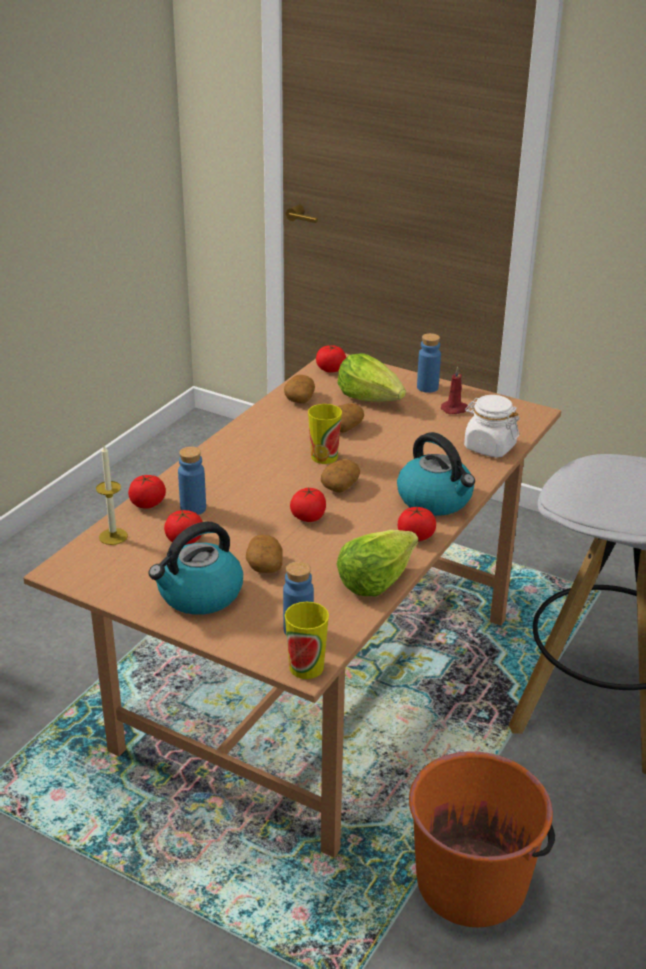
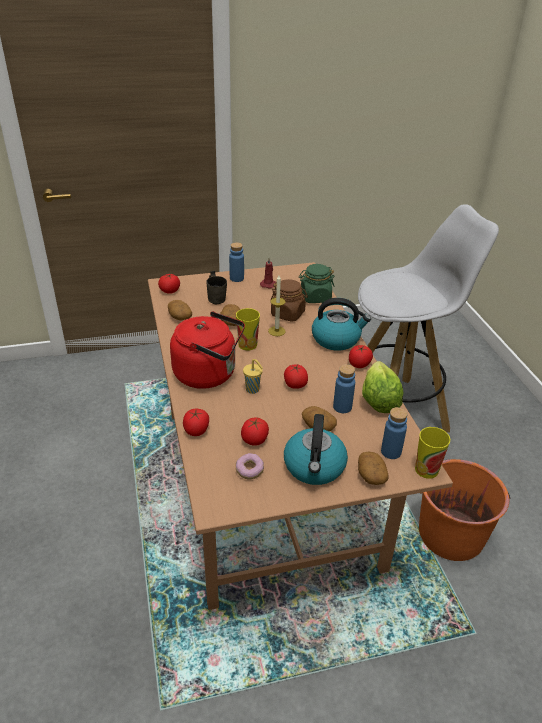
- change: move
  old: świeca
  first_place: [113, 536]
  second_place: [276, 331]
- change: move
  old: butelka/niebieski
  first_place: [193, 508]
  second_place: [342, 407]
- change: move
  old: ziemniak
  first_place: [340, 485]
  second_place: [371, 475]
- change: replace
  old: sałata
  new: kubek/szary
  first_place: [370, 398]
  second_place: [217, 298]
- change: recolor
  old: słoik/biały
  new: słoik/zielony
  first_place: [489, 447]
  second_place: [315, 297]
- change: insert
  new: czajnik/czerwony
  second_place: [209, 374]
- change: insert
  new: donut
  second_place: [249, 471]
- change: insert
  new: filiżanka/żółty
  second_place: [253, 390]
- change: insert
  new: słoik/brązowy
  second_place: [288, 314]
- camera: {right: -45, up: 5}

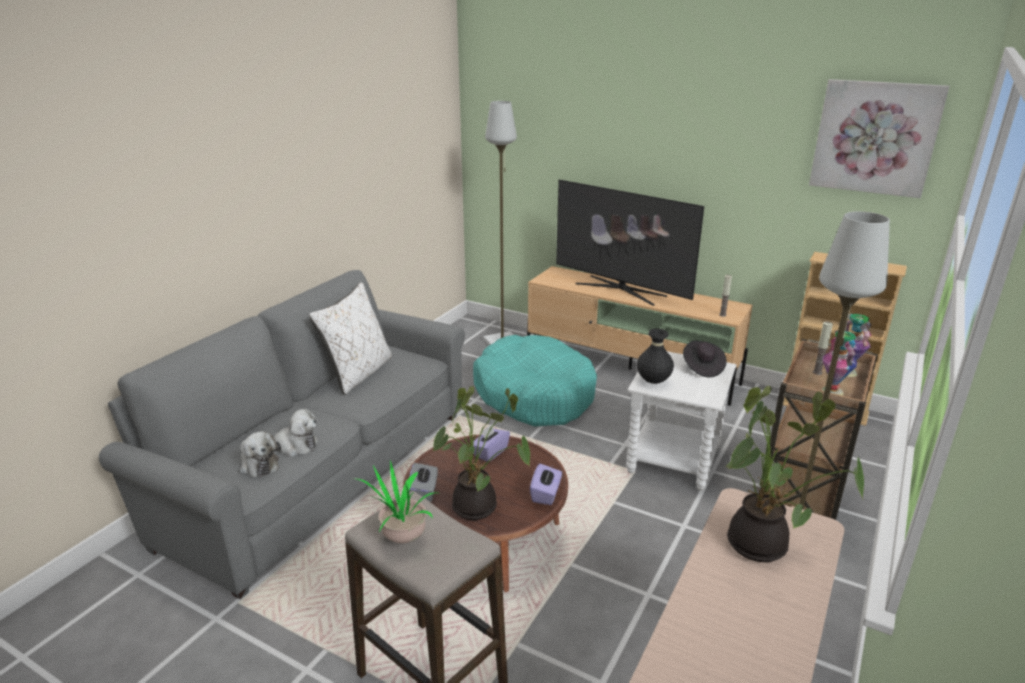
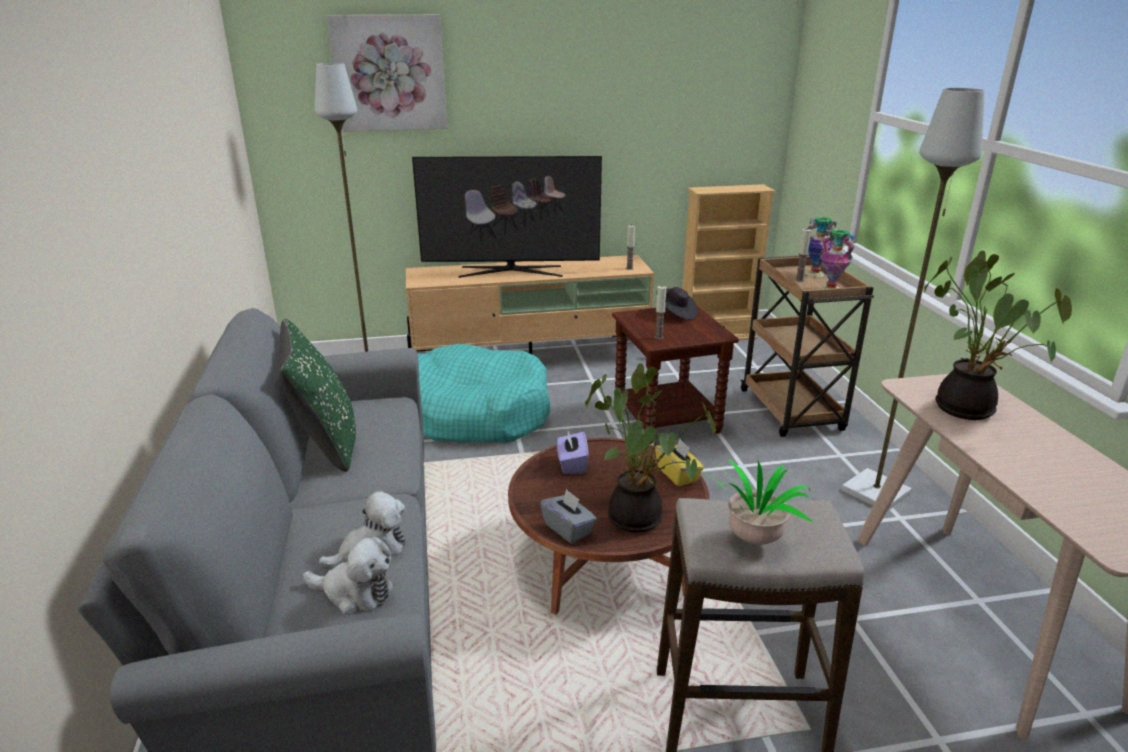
- change: recolor
  old: poduszka/biały
  new: poduszka/zielony
  first_place: [359, 373]
  second_place: [326, 444]
- change: recolor
  old: pudełko chusteczek/fioletowy
  new: pudełko chusteczek/żółty
  first_place: [546, 494]
  second_place: [678, 474]
- change: recolor
  old: stolik/biały
  new: stolik/brązowy
  first_place: [674, 460]
  second_place: [667, 418]
- change: replace
  old: wazon/czarny
  new: świeca
  first_place: [653, 381]
  second_place: [658, 337]
- change: move
  old: obraz
  first_place: [875, 137]
  second_place: [389, 73]
- camera: {right: -40, up: 0}

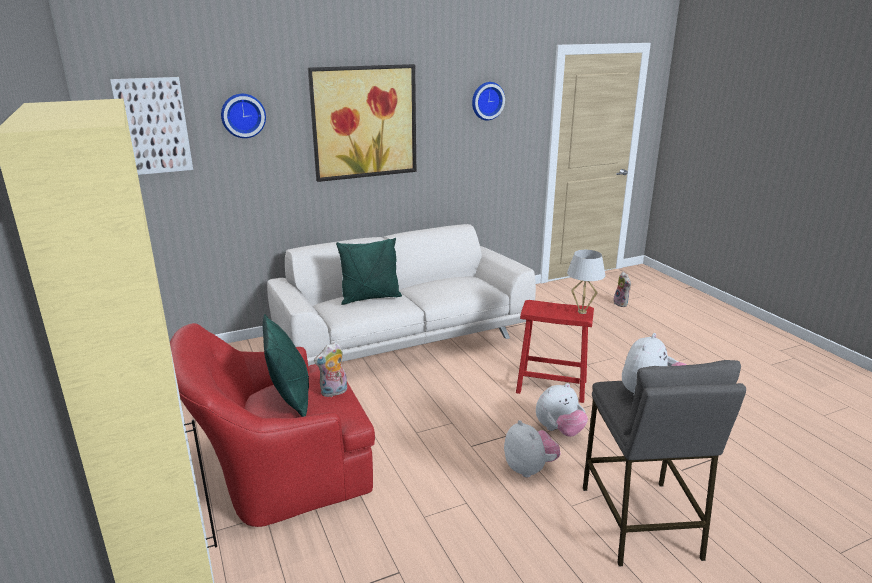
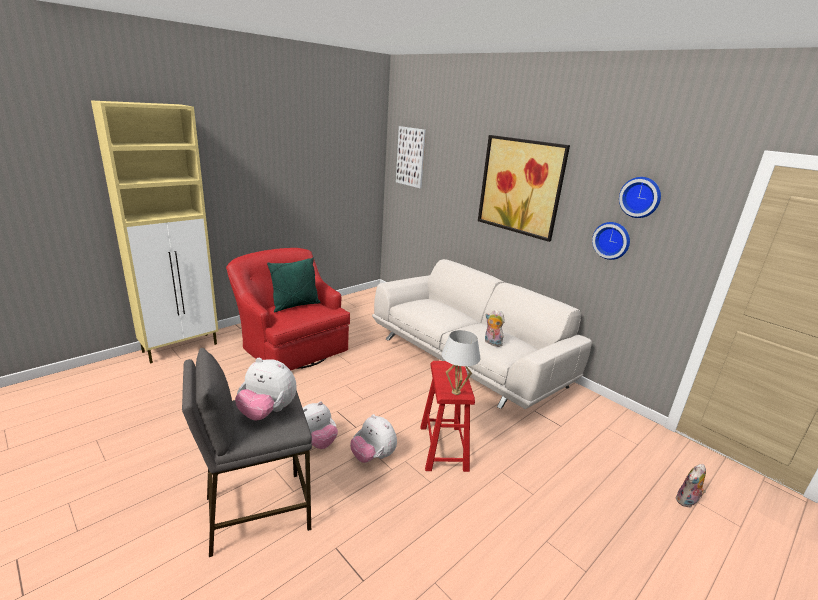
- change: move
  old: zegar ścienny
  first_place: [243, 115]
  second_place: [612, 240]
- change: move
  old: pluszak
  first_place: [334, 392]
  second_place: [492, 343]
- change: delete
  old: poduszka/zielony
  first_place: [370, 298]
- camera: {right: 70, up: 0}

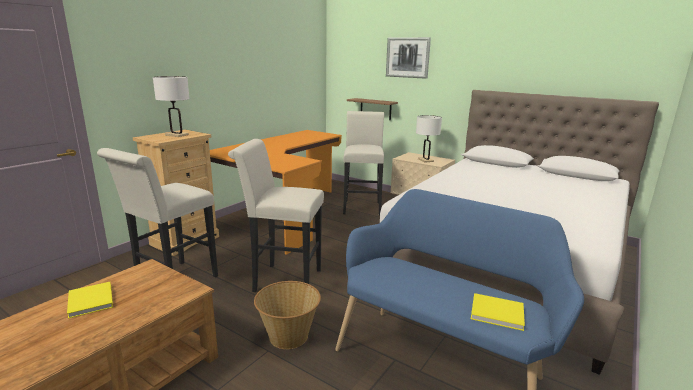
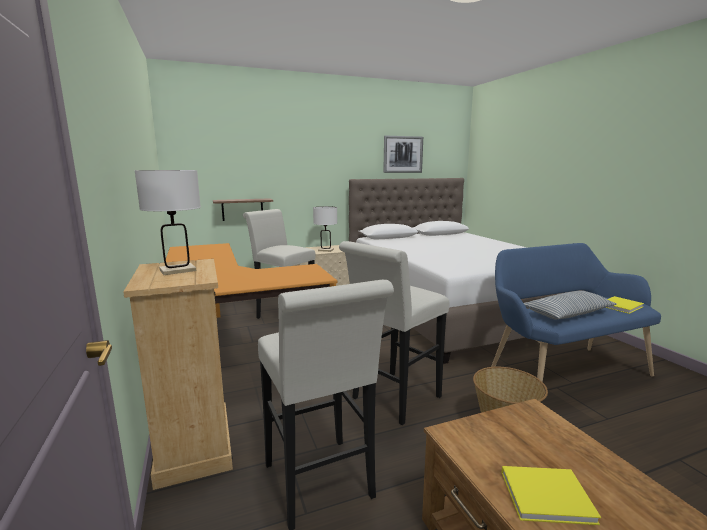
- change: move
  old: obraz
  first_place: [407, 57]
  second_place: [403, 154]
- change: insert
  new: poduszka
  second_place: [567, 313]
- camera: {right: -55, up: -5}

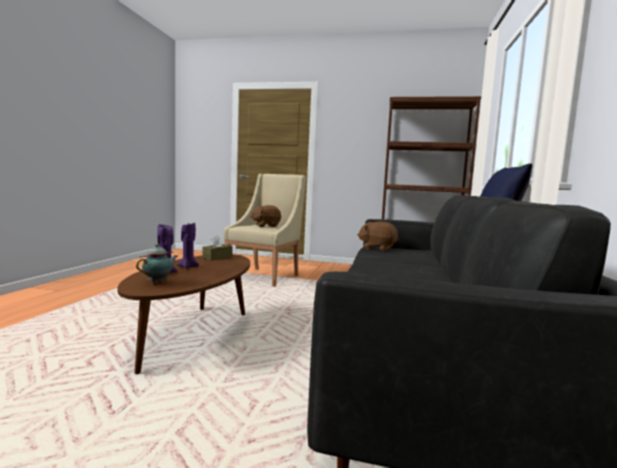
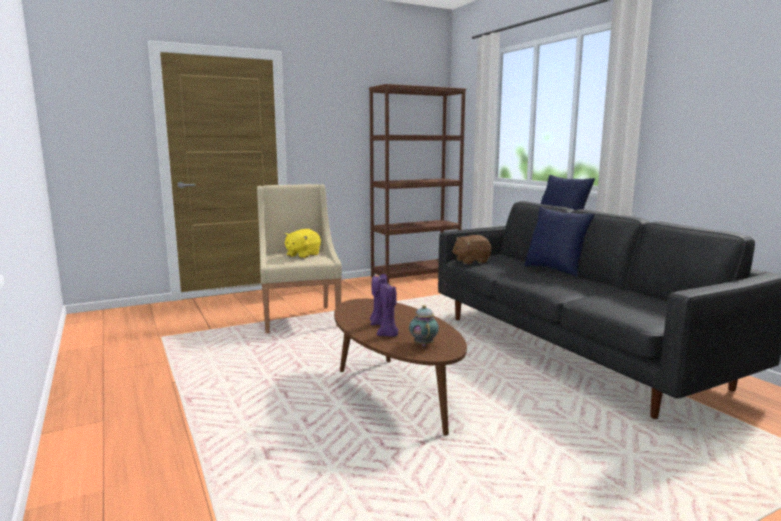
- change: delete
  old: pudełko chusteczek/brązowy
  first_place: [217, 257]
- change: recolor
  old: pluszak/brązowy
  new: pluszak/żółty
  first_place: [266, 226]
  second_place: [302, 255]
- change: insert
  new: poduszka/niebieski
  second_place: [555, 270]
- camera: {right: -40, up: 5}

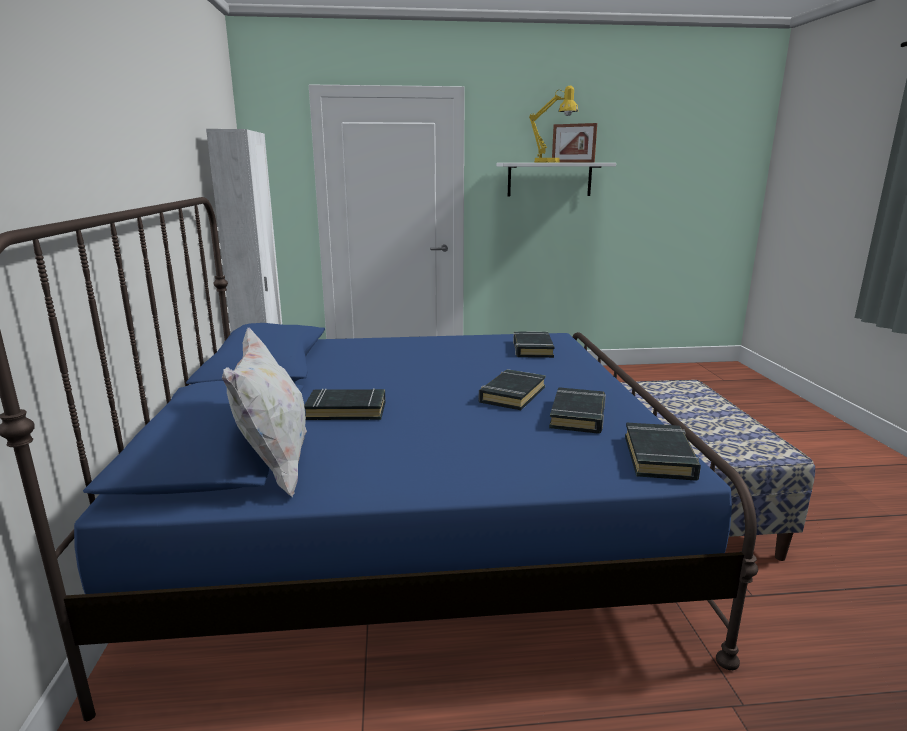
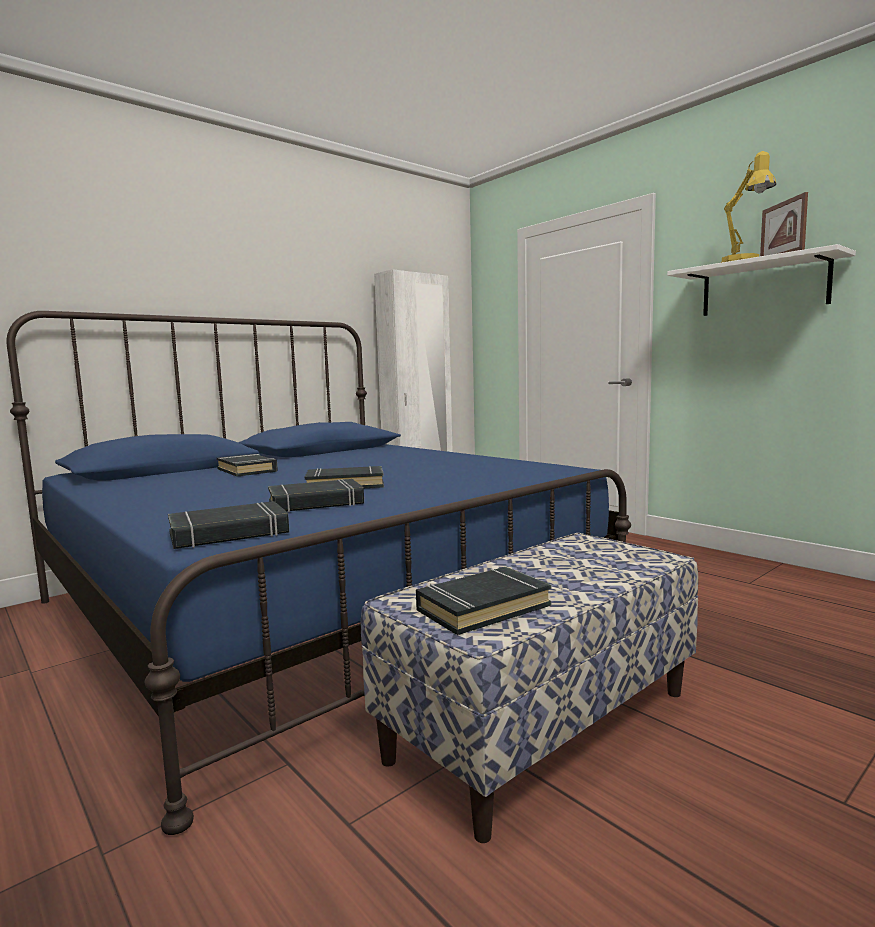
- change: delete
  old: poduszka/biały
  first_place: [275, 467]
- change: move
  old: książka/czarny
  first_place: [532, 349]
  second_place: [482, 607]
- camera: {right: 55, up: -10}

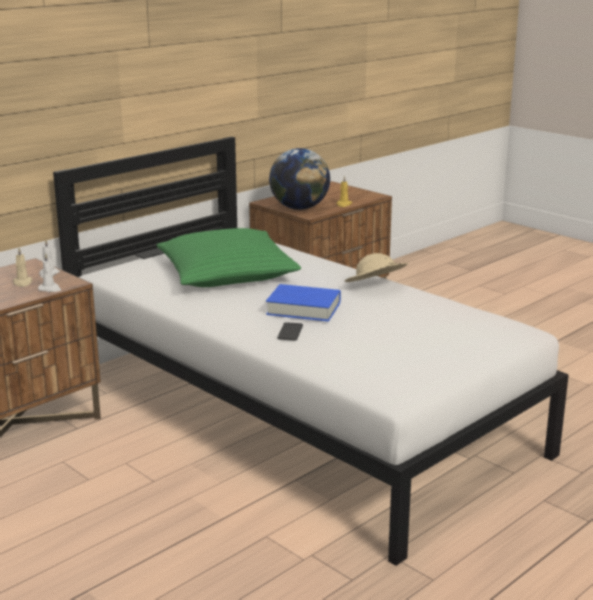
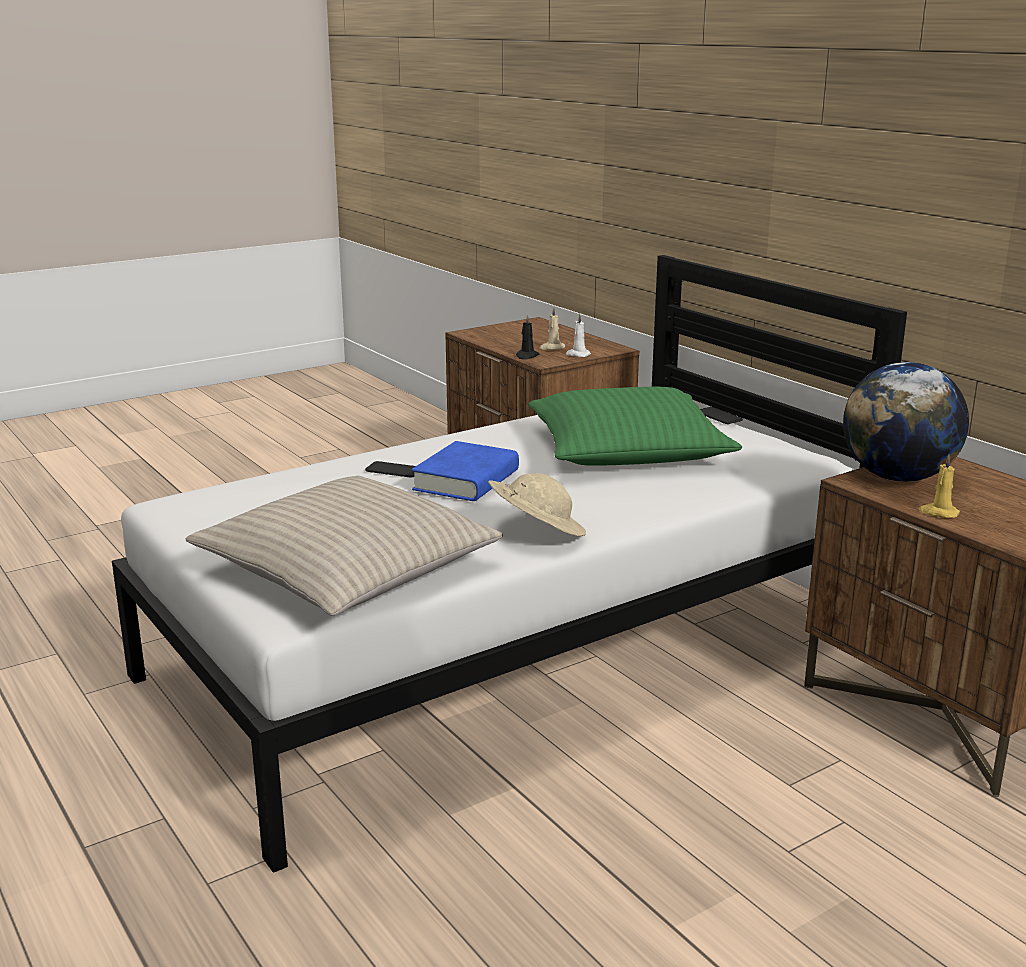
- change: recolor
  old: świeca/biały
  new: świeca/czarny
  first_place: [50, 289]
  second_place: [526, 356]
- change: insert
  new: poduszka/beżowy
  second_place: [348, 569]
- camera: {right: 100, up: 0}

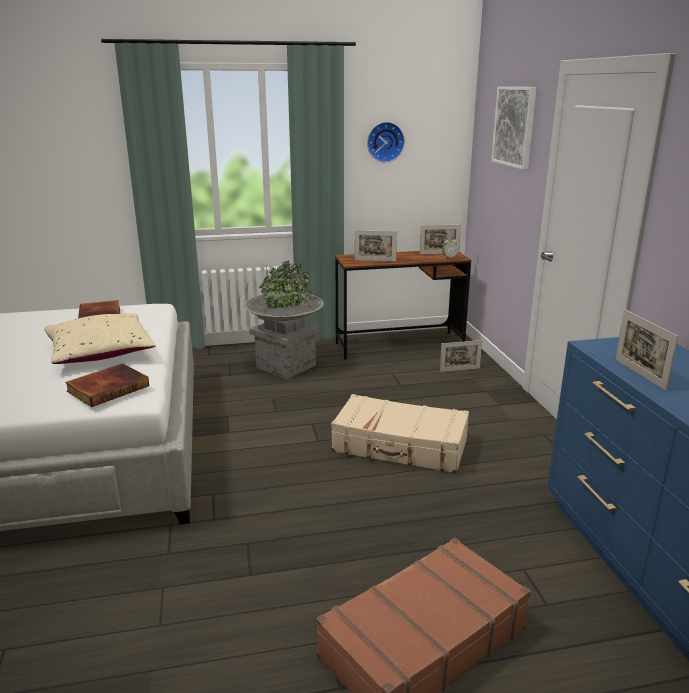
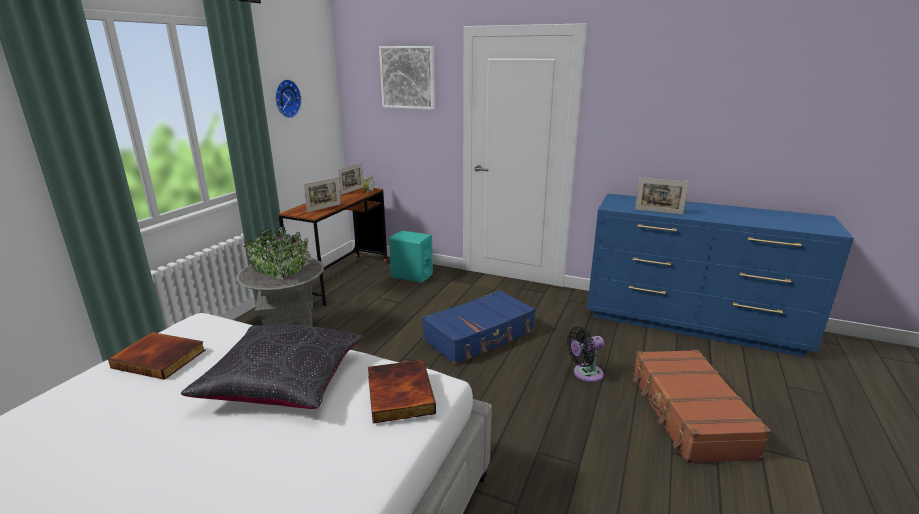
- change: recolor
  old: poduszka/beżowy
  new: poduszka/czarny
  first_place: [100, 353]
  second_place: [283, 381]
- change: recolor
  old: walizka/beżowy
  new: walizka/niebieski
  first_place: [400, 446]
  second_place: [480, 336]
- change: replace
  old: ramka na zdjęcie
  new: głośnik/turkusowy
  first_place: [460, 370]
  second_place: [411, 275]
- change: insert
  new: wentylator/czarny
  second_place: [585, 374]
- camera: {right: -55, up: 0}

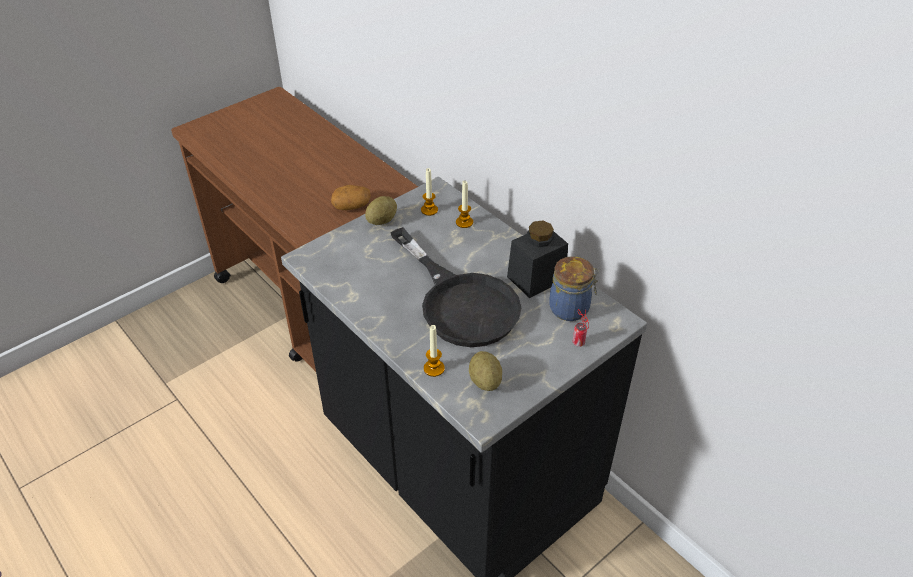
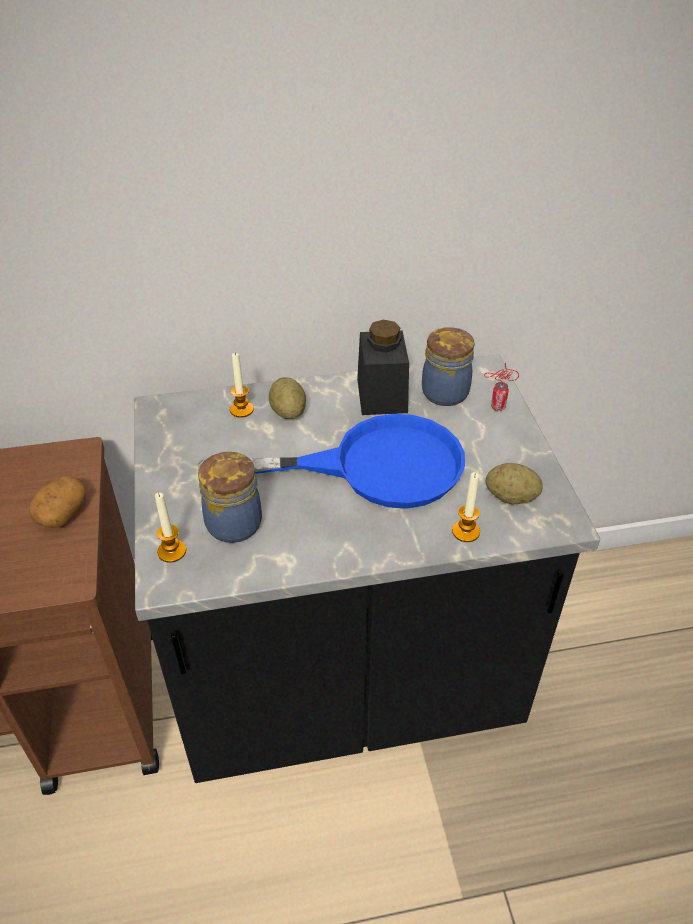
- change: move
  old: ziemniak
  first_place: [382, 221]
  second_place: [288, 412]
- change: recolor
  old: patelnia/czarny
  new: patelnia/niebieski
  first_place: [460, 302]
  second_place: [373, 467]
- change: move
  old: świeca
  first_place: [429, 210]
  second_place: [172, 551]
- change: insert
  new: słoik
  second_place: [231, 523]
- camera: {right: -60, up: 0}

